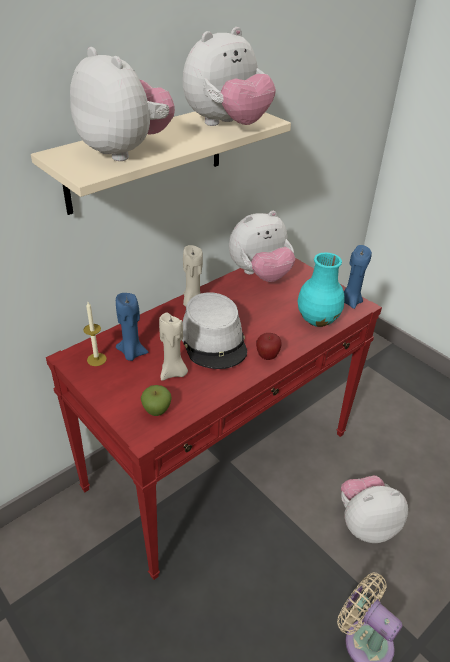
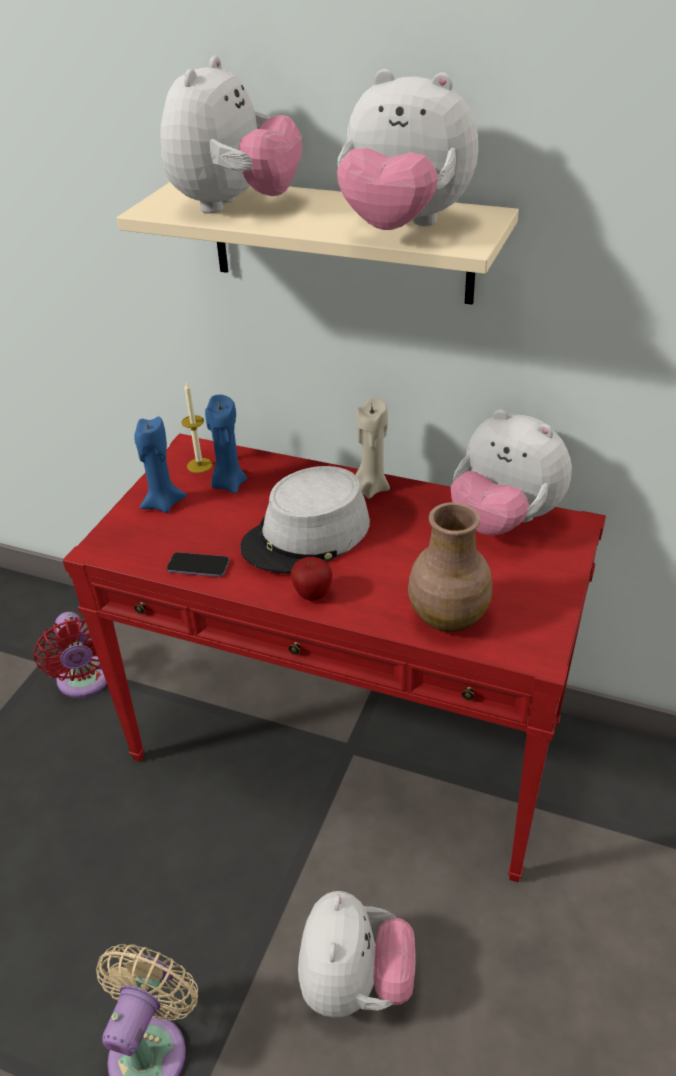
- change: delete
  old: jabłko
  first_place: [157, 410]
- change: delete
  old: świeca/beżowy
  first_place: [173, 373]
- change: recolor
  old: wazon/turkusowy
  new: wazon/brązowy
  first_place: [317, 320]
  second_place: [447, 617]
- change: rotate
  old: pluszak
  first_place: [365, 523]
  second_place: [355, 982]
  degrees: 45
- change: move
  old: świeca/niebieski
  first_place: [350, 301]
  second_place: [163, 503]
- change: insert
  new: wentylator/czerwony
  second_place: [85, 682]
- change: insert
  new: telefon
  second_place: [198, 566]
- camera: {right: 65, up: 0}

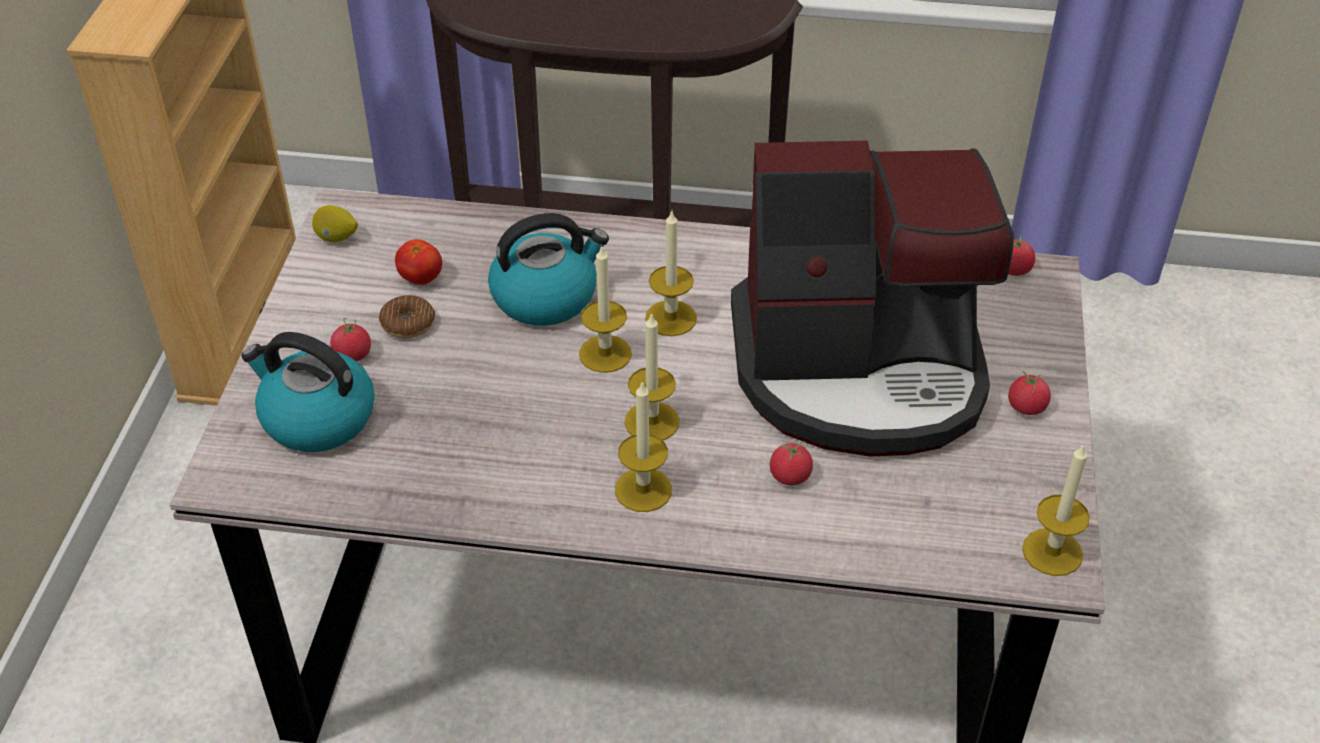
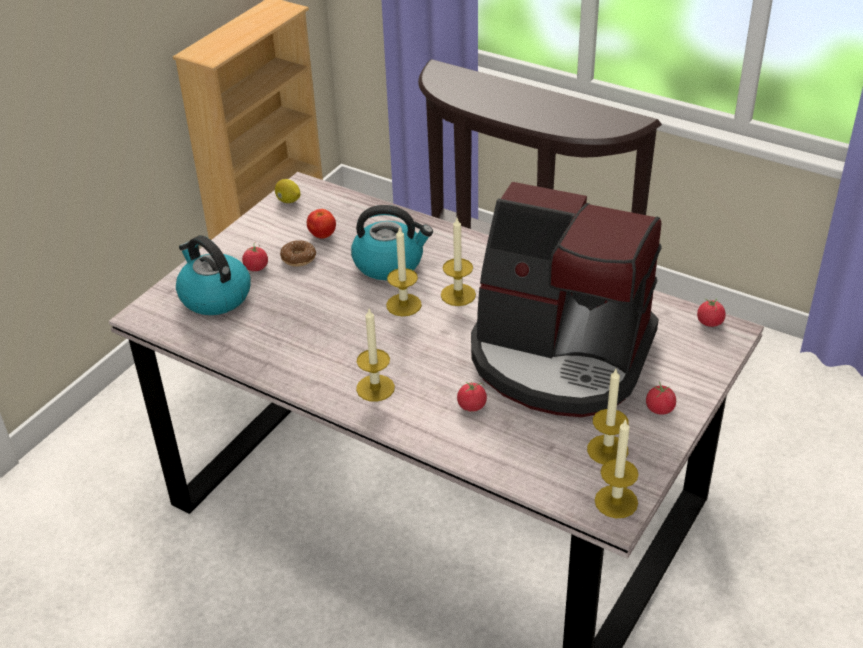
- change: move
  old: świeca
  first_place: [652, 422]
  second_place: [607, 450]
- camera: {right: 25, up: -5}

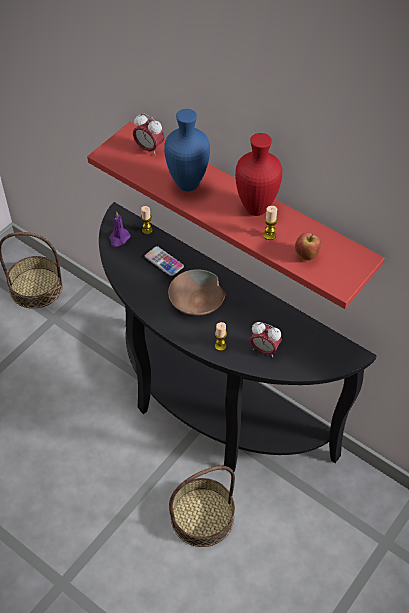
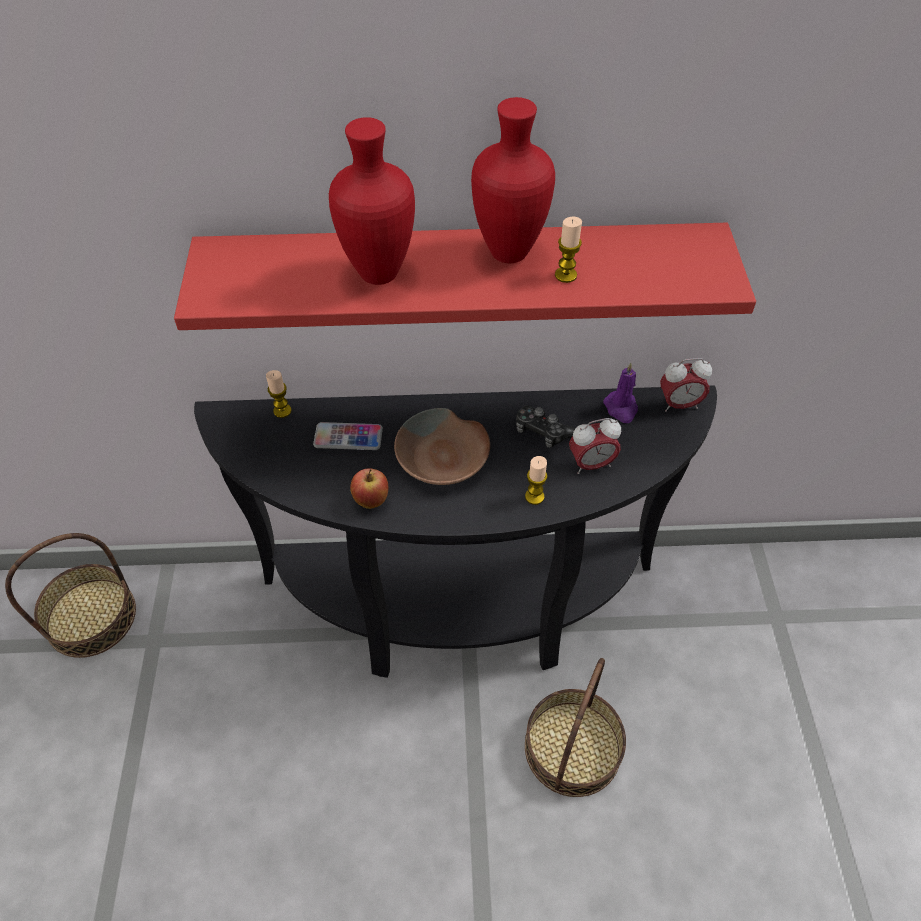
- change: move
  old: świeca/fioletowy
  first_place: [119, 238]
  second_place: [621, 408]
- change: move
  old: budzik
  first_place: [149, 149]
  second_place: [679, 404]
- change: recolor
  old: wazon/niebieski
  new: wazon/czerwony
  first_place: [189, 185]
  second_place: [381, 273]
- change: move
  old: jabłko
  first_place: [306, 256]
  second_place: [371, 500]
- change: insert
  new: pad do gier
  second_place: [541, 432]
- camera: {right: -40, up: 0}

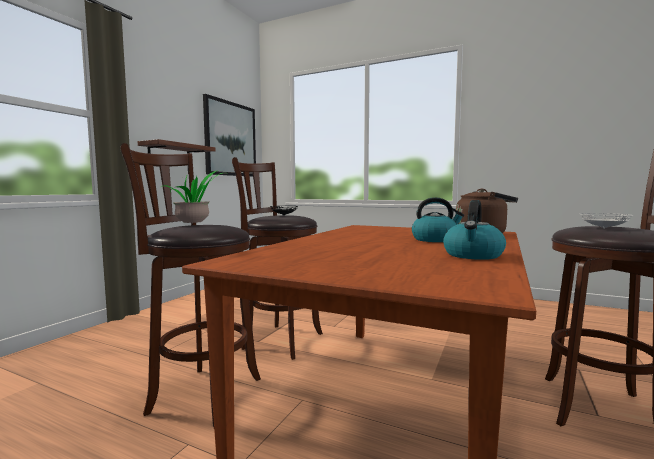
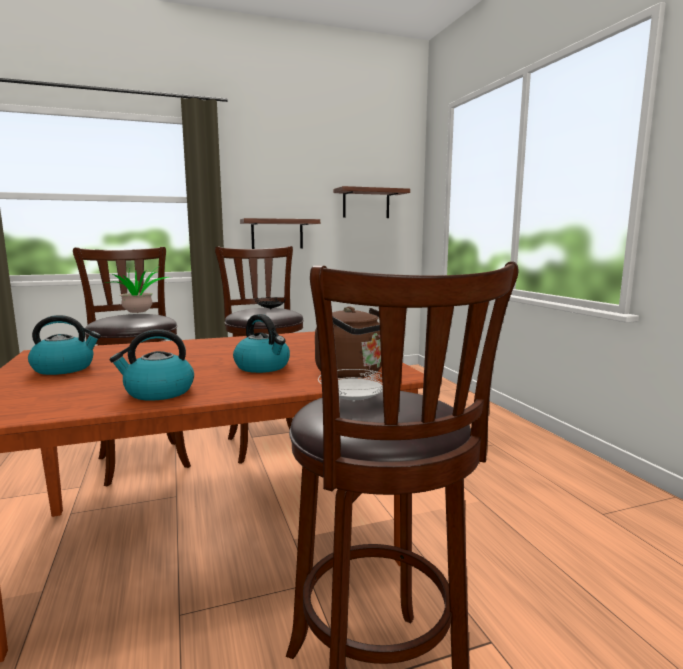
- change: replace
  old: obraz
  new: półka
  first_place: [230, 139]
  second_place: [366, 204]
- change: insert
  new: czajnik
  second_place: [64, 368]
- camera: {right: 45, up: 5}

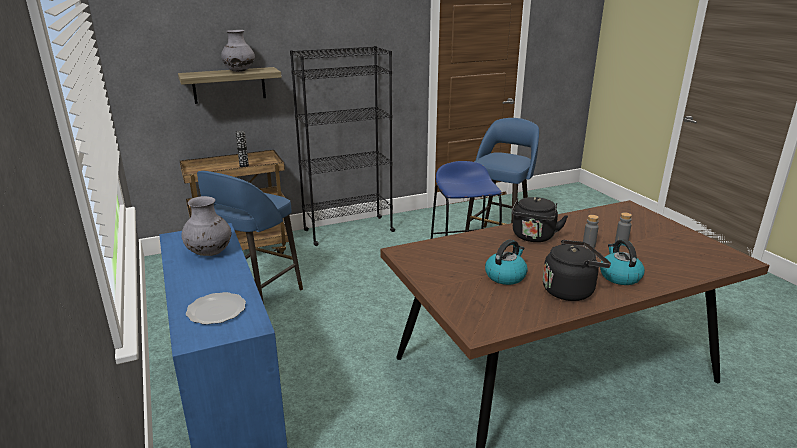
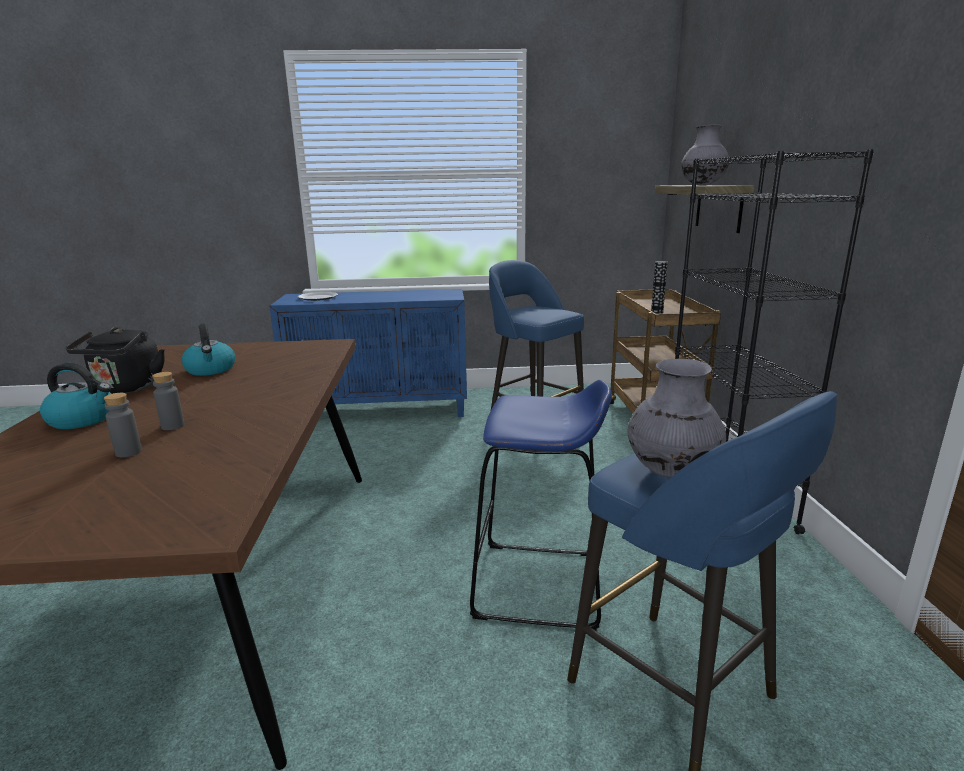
- change: move
  old: wazon/szary
  first_place: [209, 253]
  second_place: [671, 471]
- change: delete
  old: czajnik/czarny
  first_place: [533, 237]
- camera: {right: 110, up: -5}

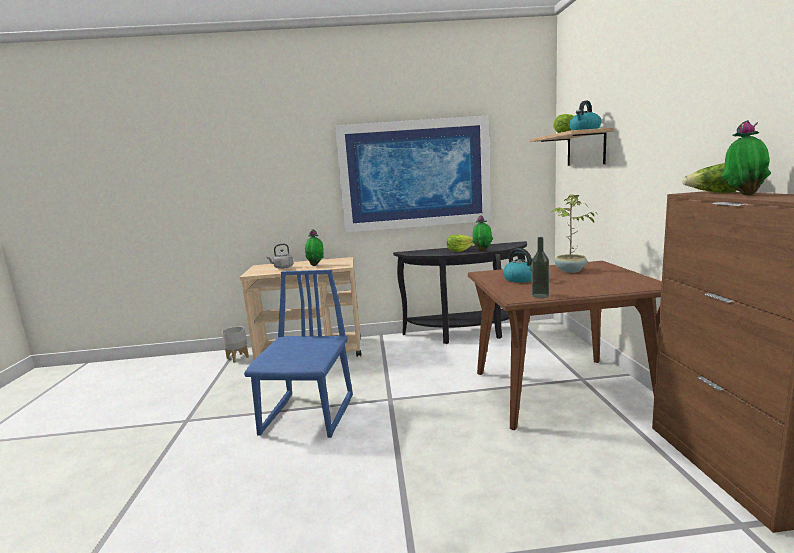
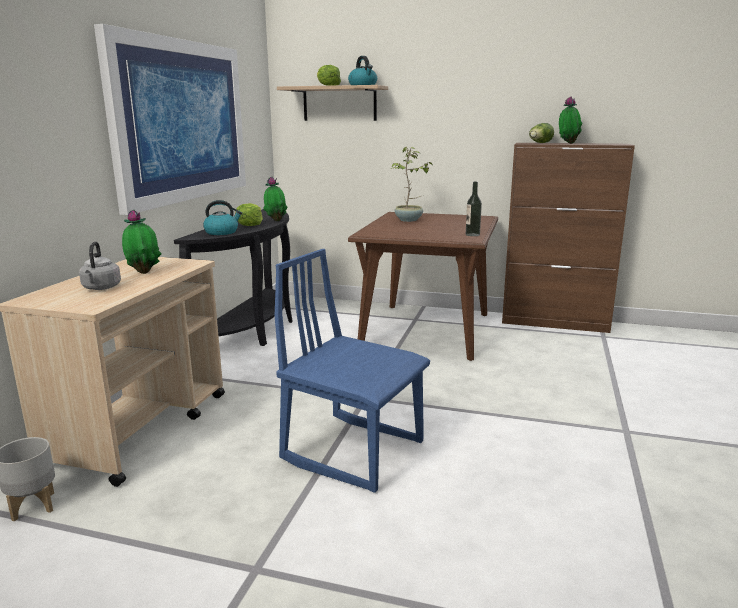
- change: move
  old: czajnik
  first_place: [520, 279]
  second_place: [222, 232]
- camera: {right: -70, up: 5}

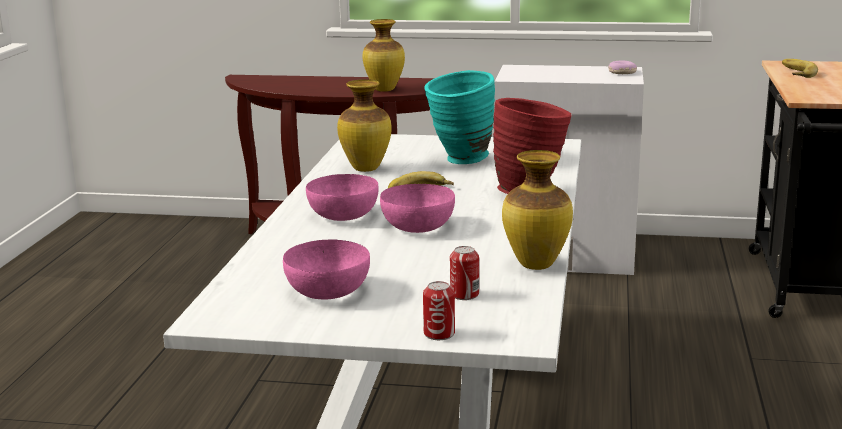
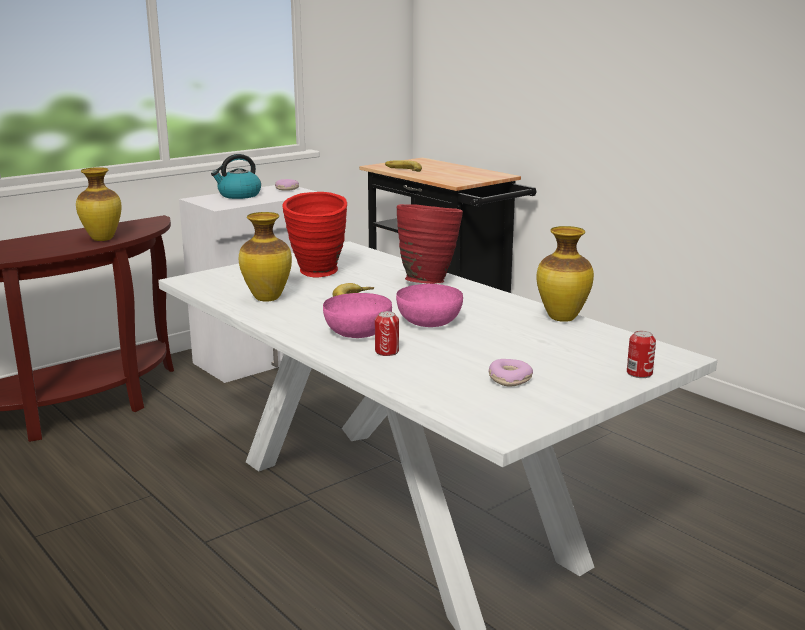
- change: replace
  old: miska/różowy
  new: donut
  first_place: [329, 291]
  second_place: [509, 379]
- change: recolor
  old: wazon/turkusowy
  new: wazon/czerwony
  first_place: [460, 161]
  second_place: [318, 274]
- change: move
  old: puszka
  first_place: [464, 294]
  second_place: [387, 352]
- change: insert
  new: czajnik
  second_place: [239, 195]
- camera: {right: -50, up: 0}

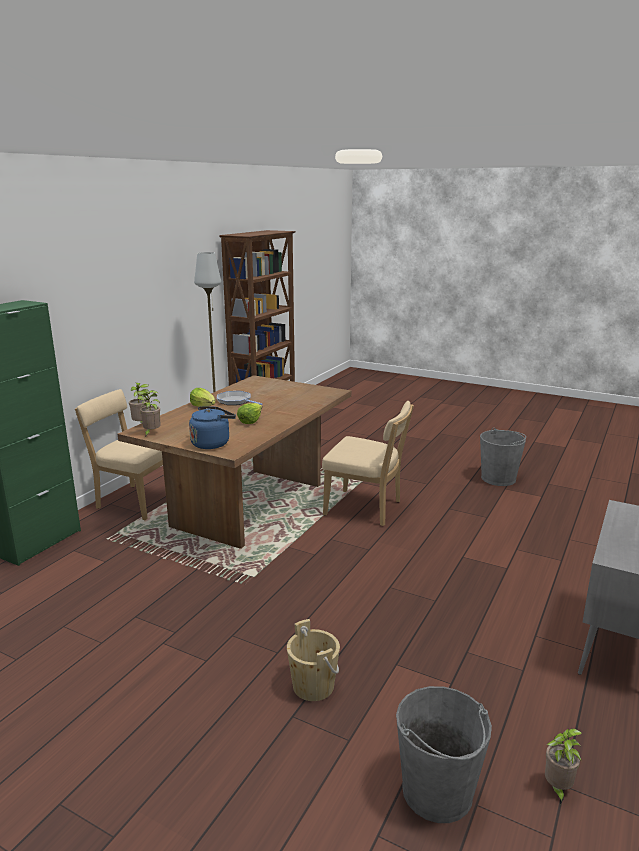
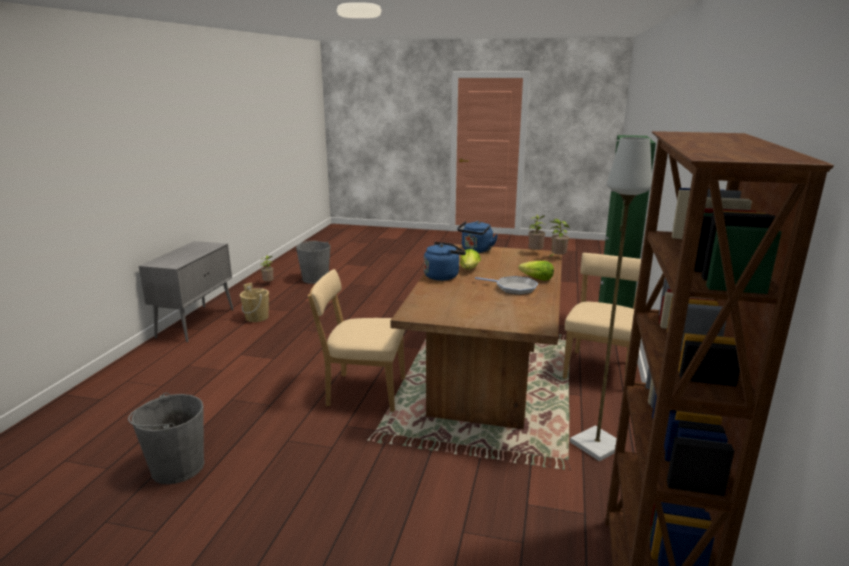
- change: rotate
  old: krzesło/beżowy
  first_place: [135, 501]
  second_place: [599, 368]
  degrees: -75
- change: move
  old: wiadro/beżowy
  first_place: [313, 686]
  second_place: [257, 317]
- change: insert
  new: czajnik/niebieski
  second_place: [443, 276]
- camera: {right: 165, up: 0}

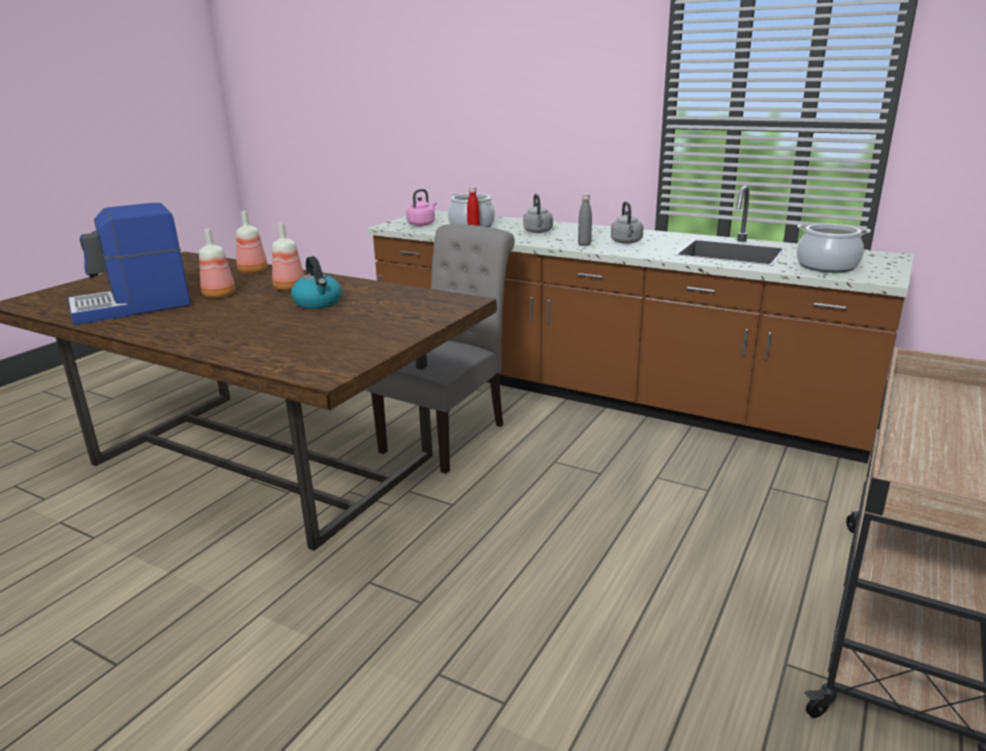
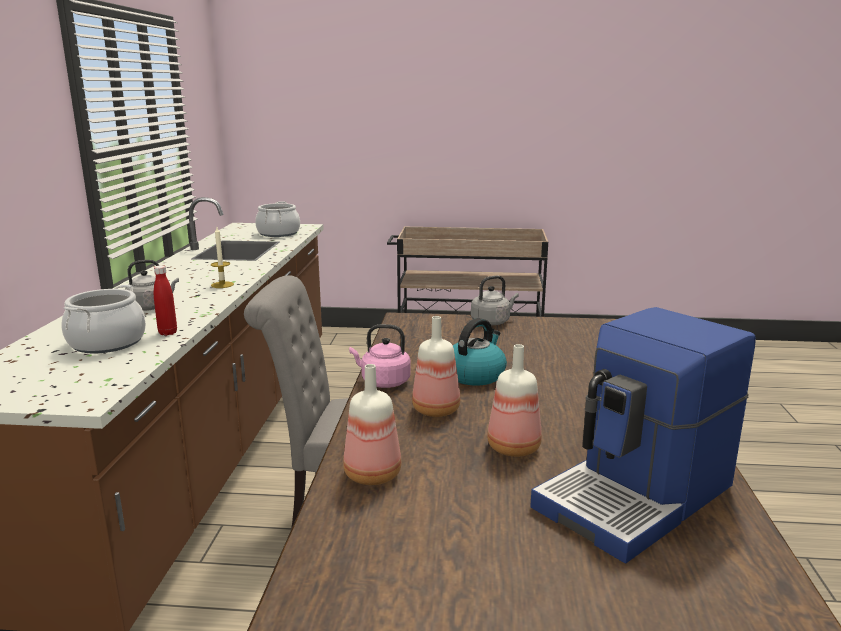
- change: rotate
  old: ekspres do kawy
  first_place: [132, 307]
  second_place: [638, 497]
  degrees: 105
- change: move
  old: czajnik/różowy
  first_place: [422, 224]
  second_place: [383, 382]
- change: replace
  old: butelka/szary
  new: świeca
  first_place: [584, 244]
  second_place: [222, 285]
- change: move
  old: czajnik/szary
  first_place: [626, 242]
  second_place: [492, 322]
- camera: {right: -115, up: -5}

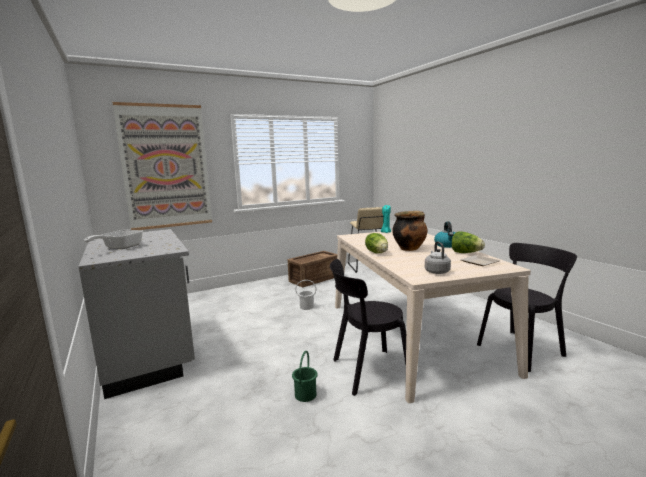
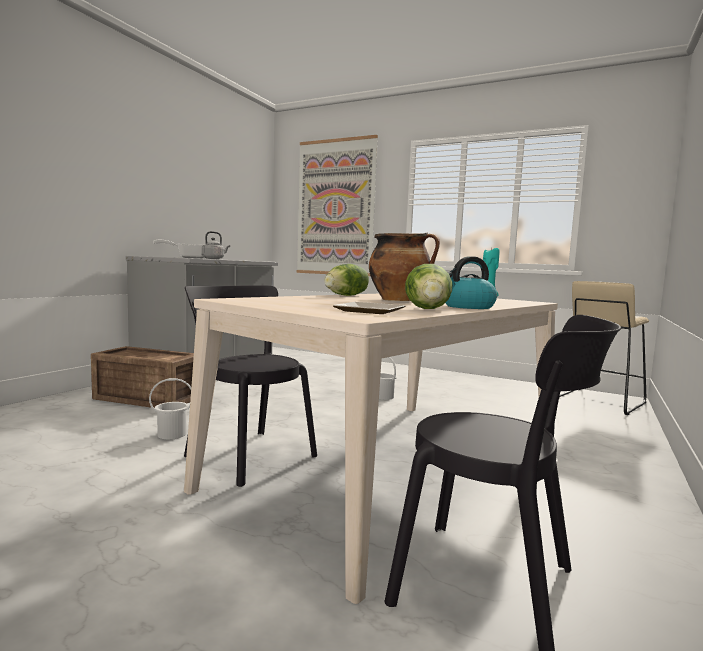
- change: move
  old: skrzynka
  first_place: [313, 279]
  second_place: [147, 398]
- change: recolor
  old: wiadro/zielony
  new: wiadro/biały
  first_place: [306, 394]
  second_place: [172, 434]
- change: move
  old: czajnik/szary
  first_place: [436, 271]
  second_place: [214, 259]
- camera: {right: 55, up: -5}

